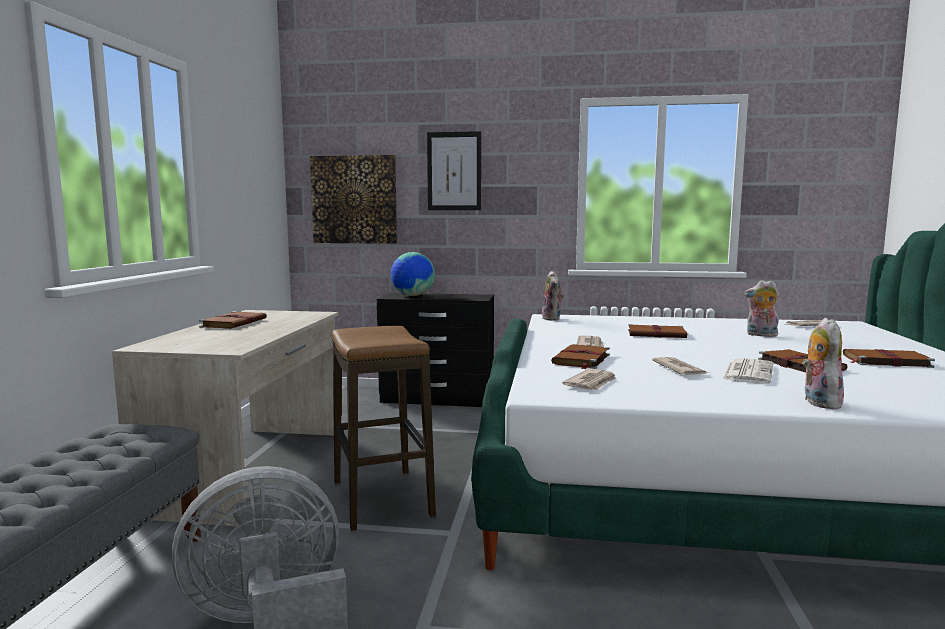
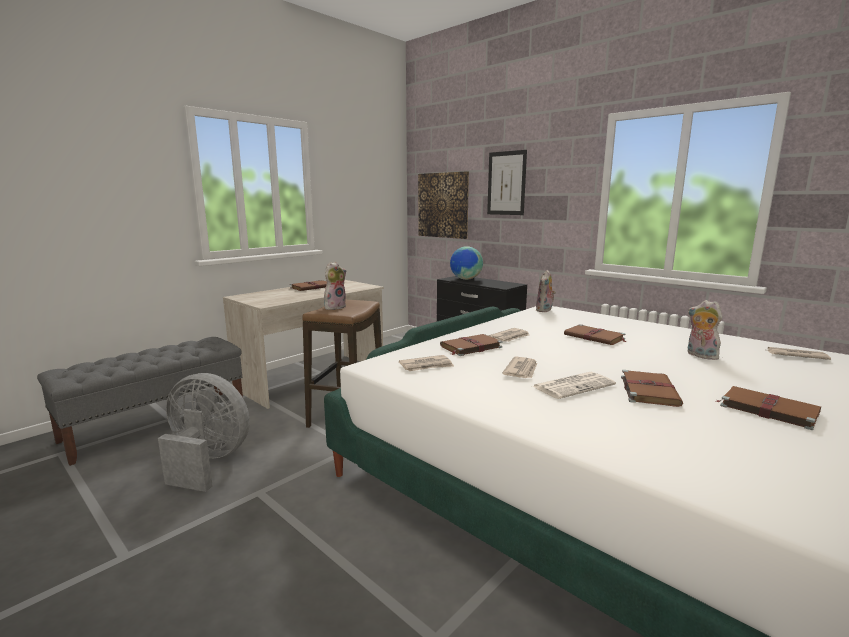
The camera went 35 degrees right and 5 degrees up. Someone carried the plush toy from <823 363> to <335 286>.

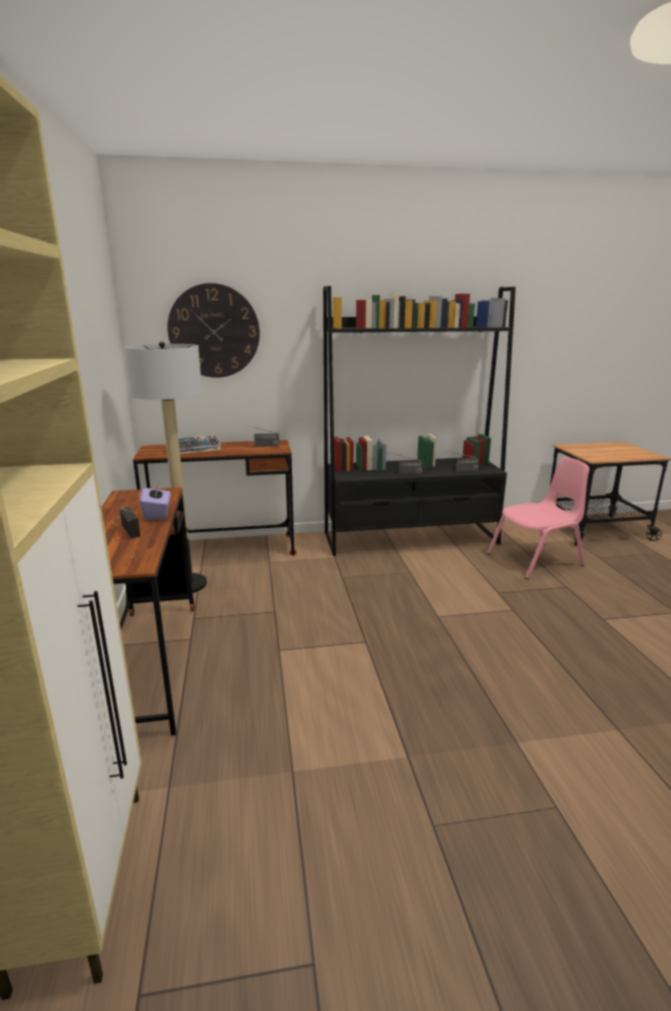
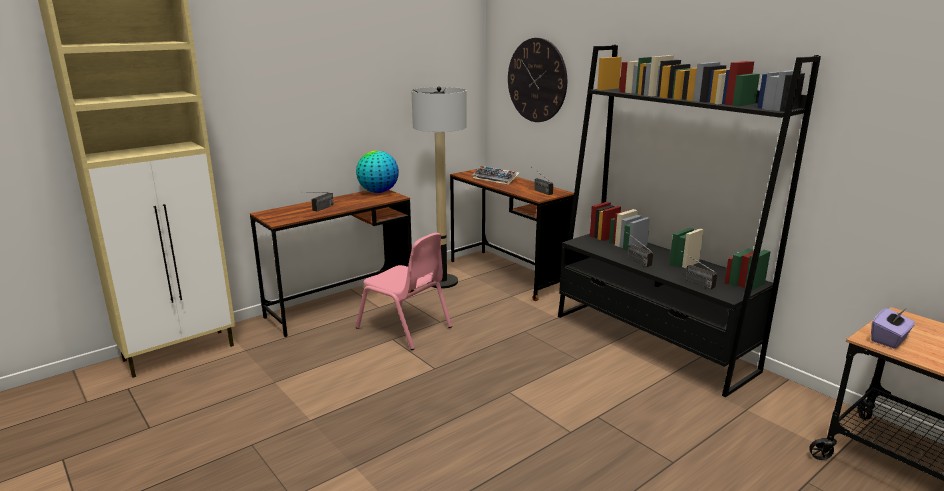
The camera went 60 degrees right and 0 degrees up. Someone carried the chair/pink from <538 518> to <404 291>. Someone carried the tissue box/purple from <155 501> to <893 328>. Someone put down the globe at <377 171>.

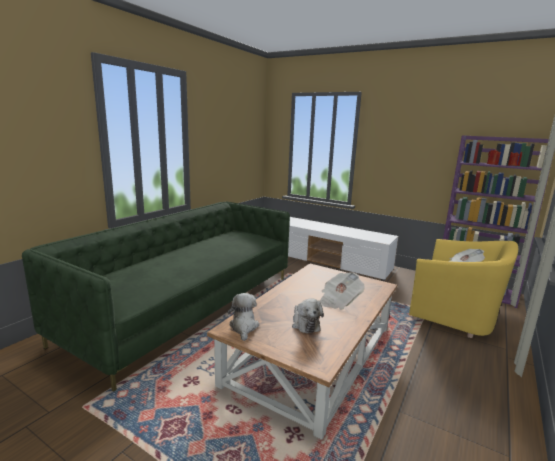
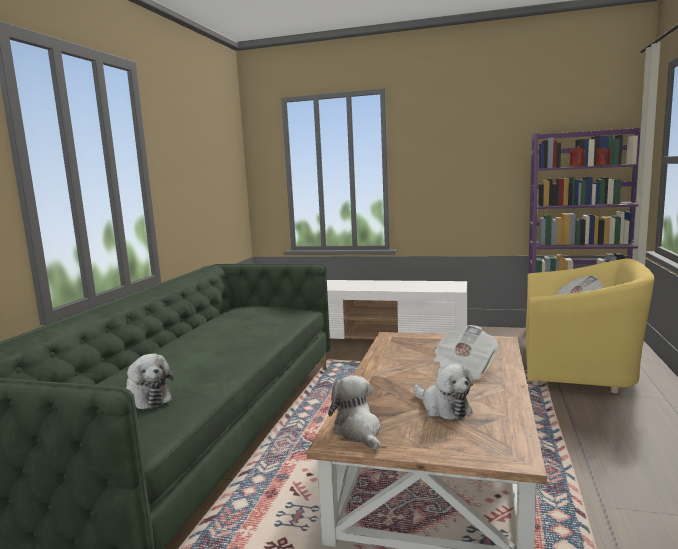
The camera went 15 degrees left and 5 degrees down. Someone put down the plush toy at <149 381>.

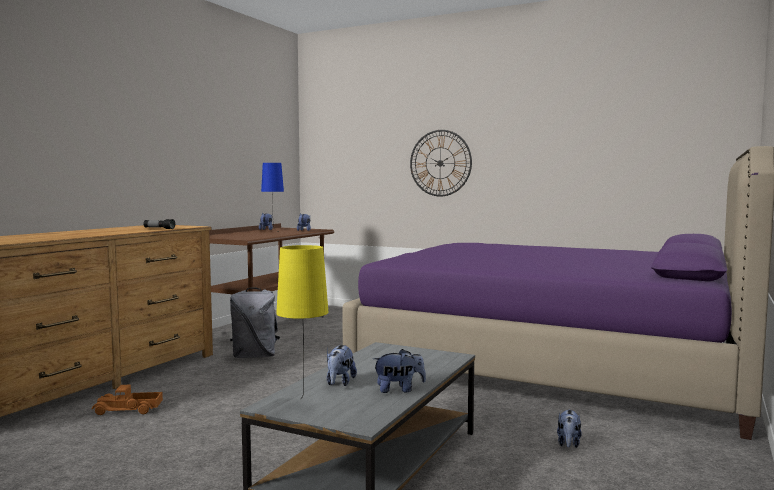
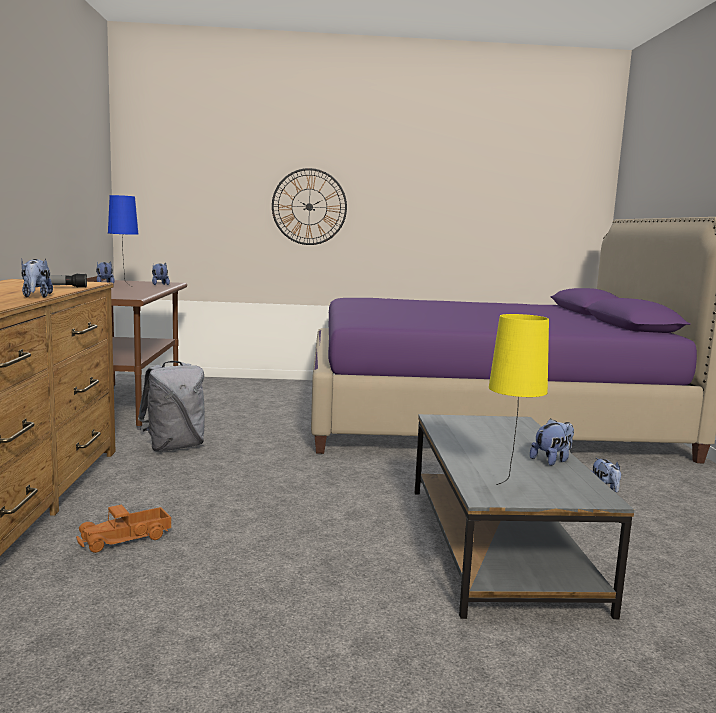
The camera went 30 degrees left and 5 degrees up. Someone carried the plush toy from <342 365> to <37 278>.

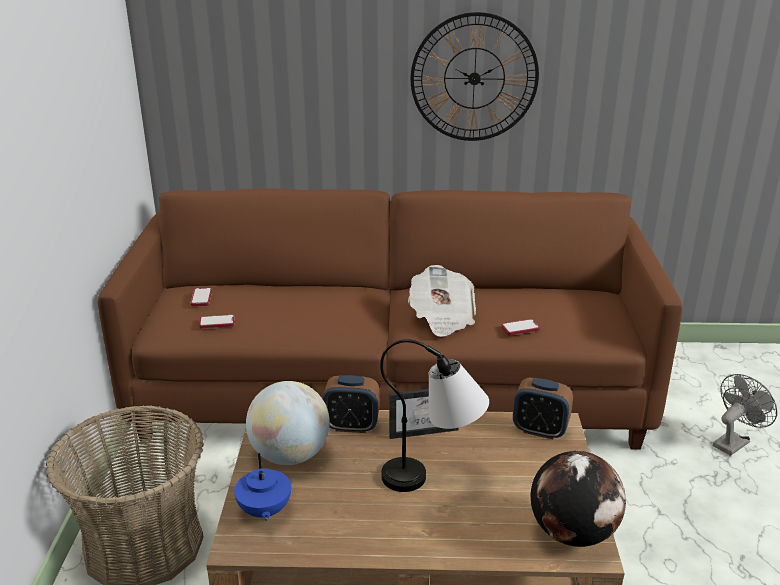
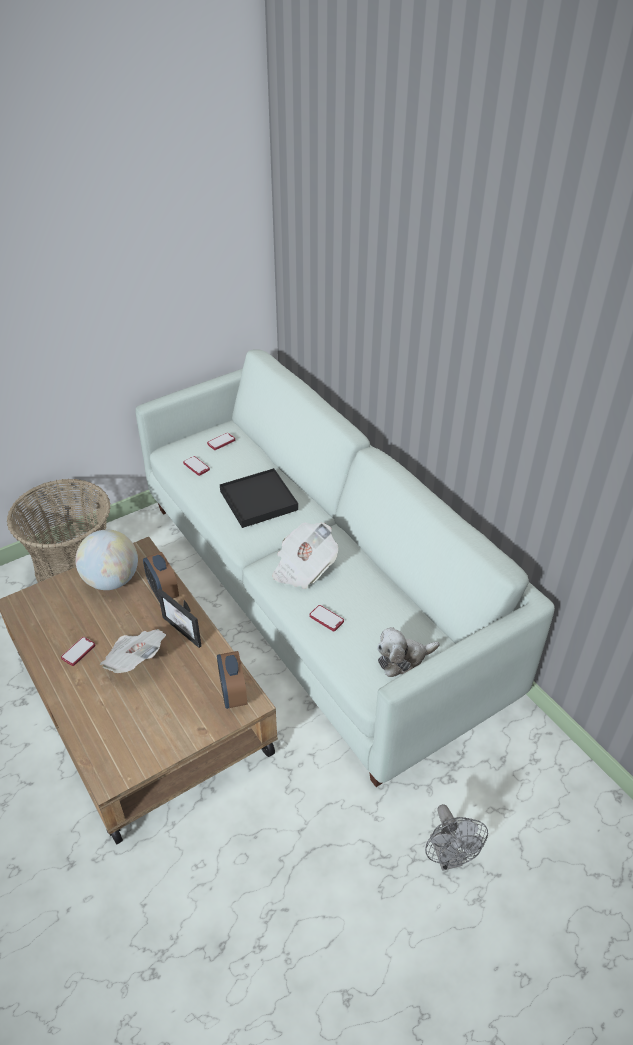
The camera went 55 degrees right and 15 degrees up. Someone took away the wall clock at <475 76>. Someone repainted the sofa/brown at <390 319>, which became the sofa/white at <345 568>. Someone swapped the table lamp at <434 415> for the newspaper at <133 651>. Someone rotated the fan/grey at <745 415> by 60 degrees clockwise. Someone took away the globe at <578 499>. Someone took away the teapot/blue at <262 487>. Someone put down the tray/black at <259 498>. Someone put down the plush toy at <408 652>. Someone put down the phone at <78 651>.

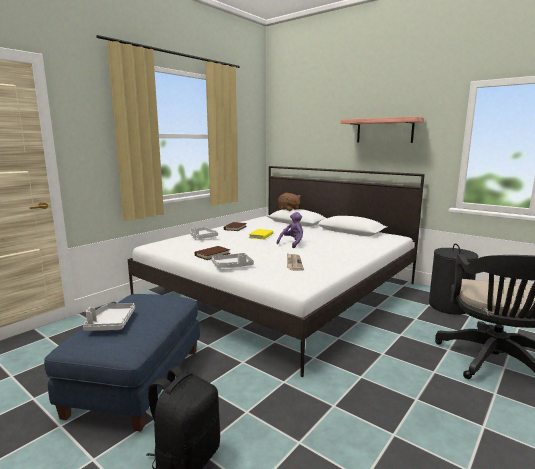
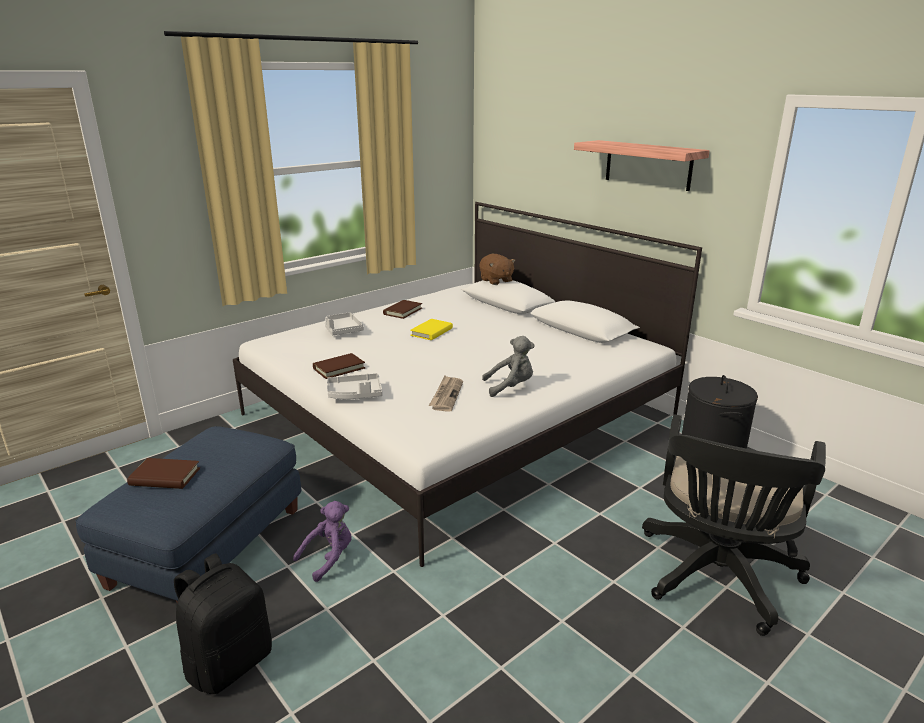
The camera went 10 degrees right and 10 degrees up. Someone carried the plush toy/purple from <290 230> to <322 541>. Someone swapped the tray/grey at <109 317> for the book/brown at <163 473>. Someone put down the plush toy/grey at <508 366>.

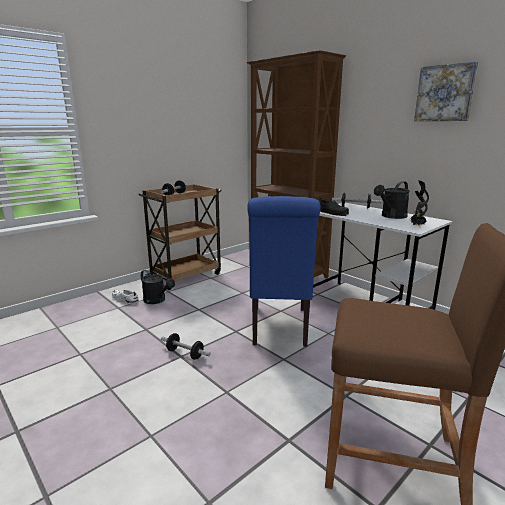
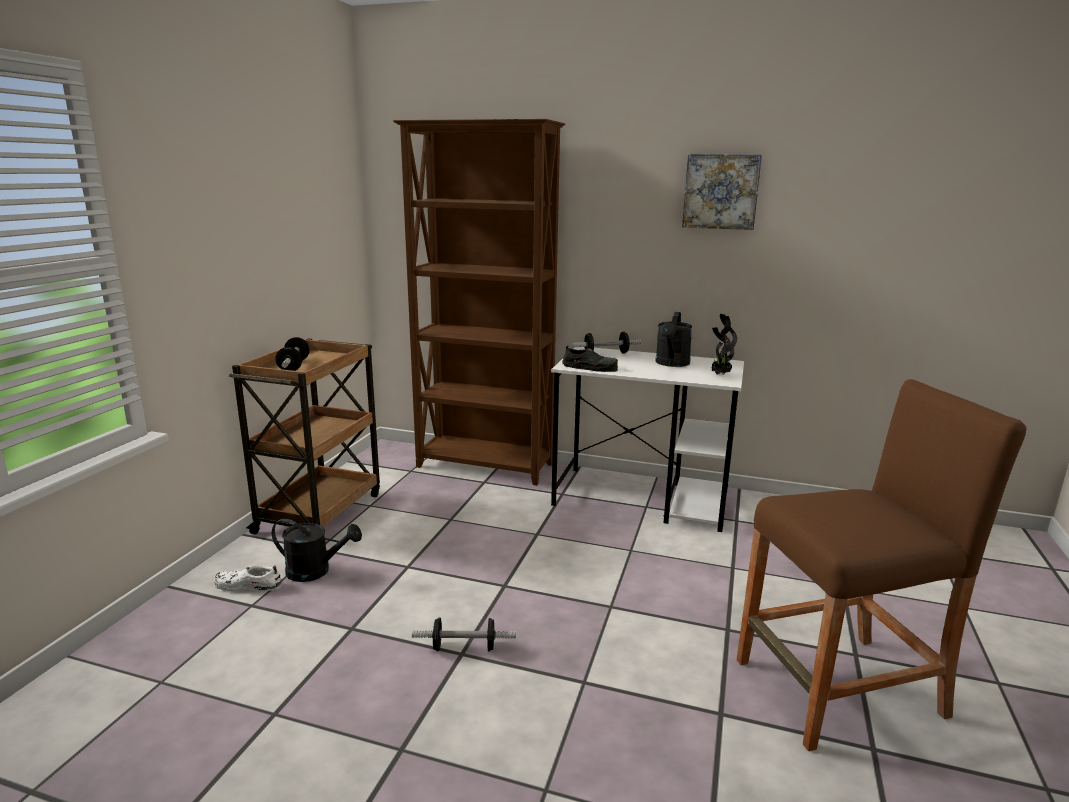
The camera went 30 degrees left and 0 degrees up. Someone took away the chair/blue at <284 271>.

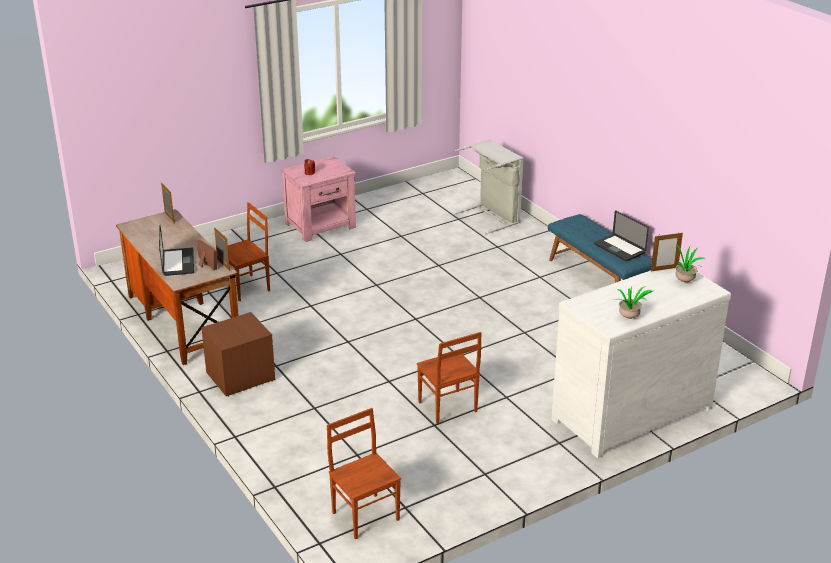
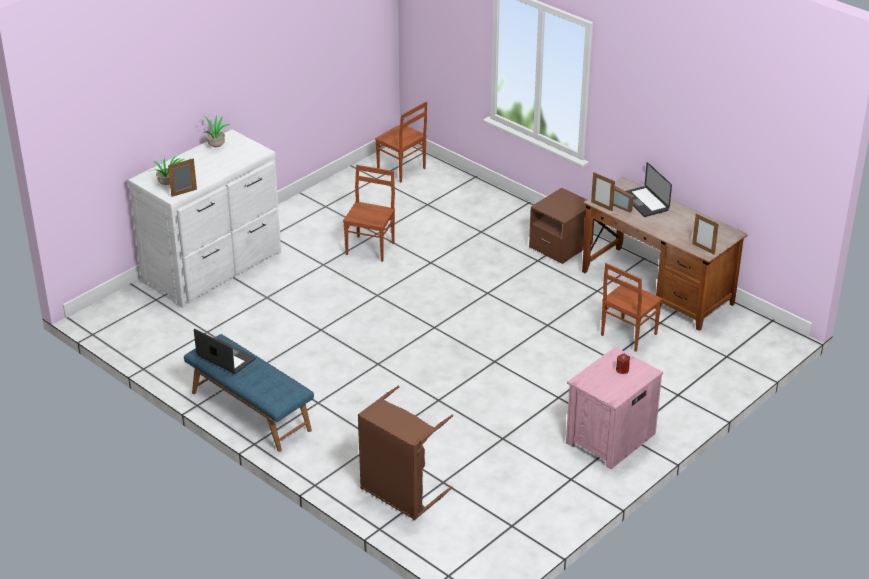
The camera went 165 degrees right and 5 degrees up. Someone repainted the laundry basket/grey at <489 186>, which became the laundry basket/brown at <405 453>. Someone rotated the chair/brown at <449 378> by 60 degrees clockwise.

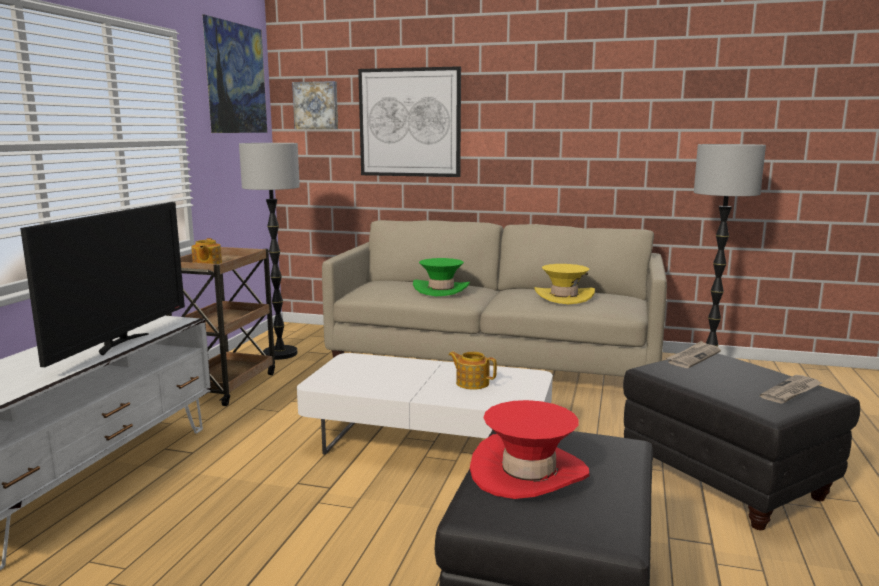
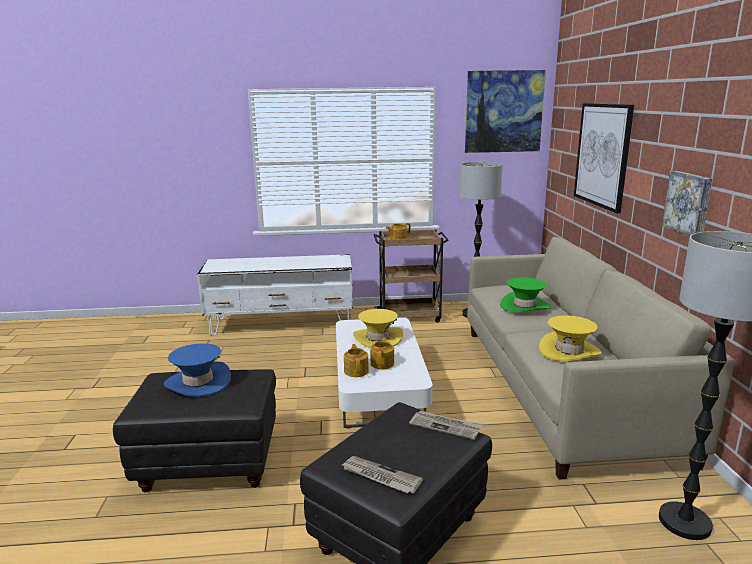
The camera went 70 degrees right and 5 degrees up. Someone carried the picture from <315 105> to <687 204>. Someone took away the television at <102 284>. Someone repainted the hat/red at <529 449>, which became the hat/blue at <197 370>. Someone put down the hat/yellow at <378 328>. Someone put down the teapot at <356 360>.

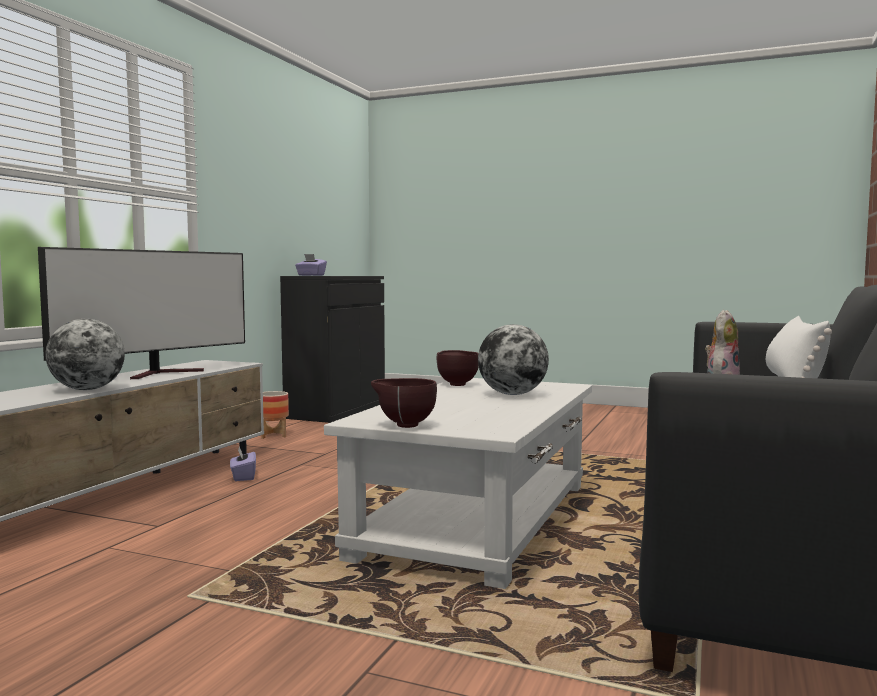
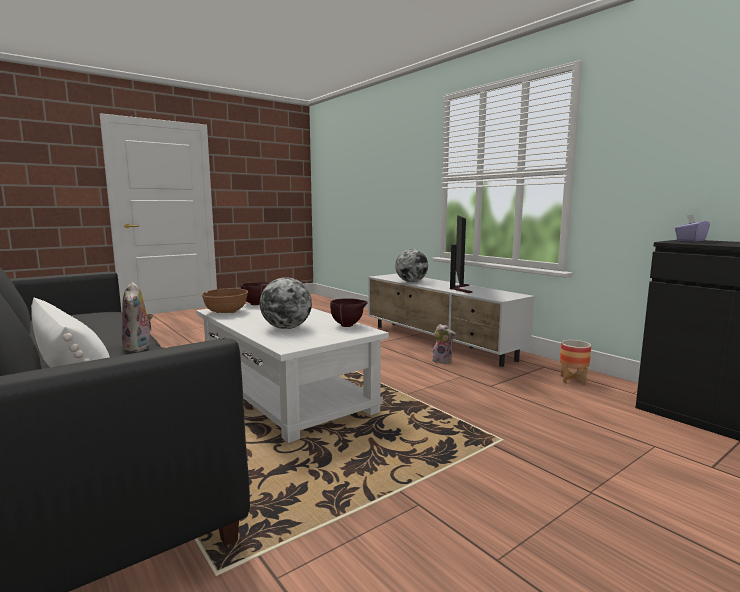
The camera went 120 degrees right and 5 degrees up. Someone rotated the television at <141 313> by 150 degrees counterclockwise. Someone swapped the tissue box/purple at <243 463> for the plush toy at <444 344>. Someone put down the bowl/brown at <224 300>.

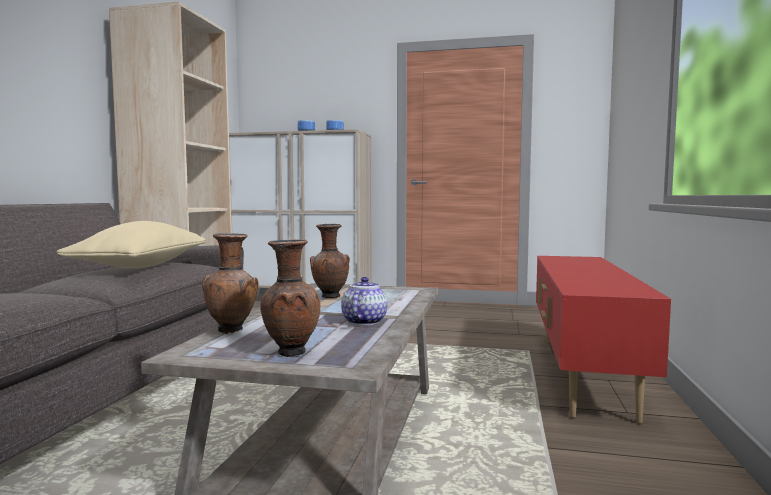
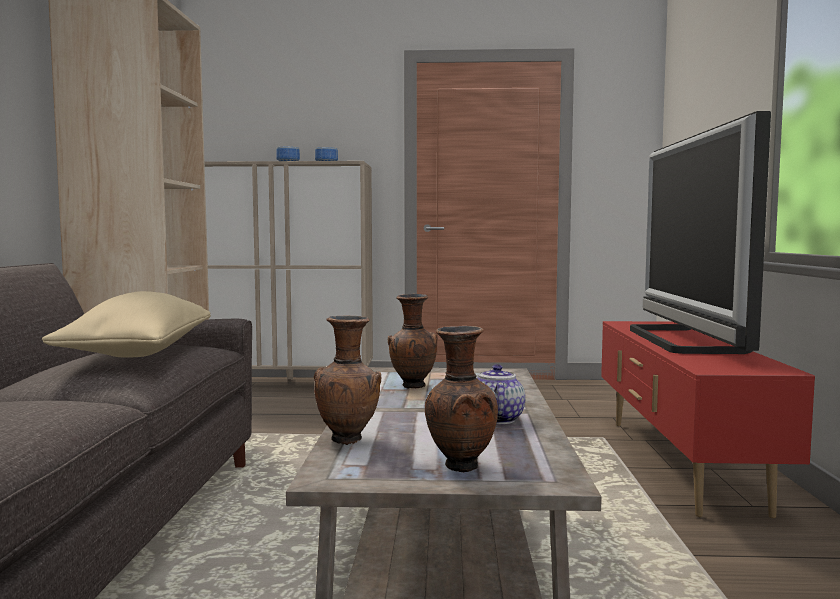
The camera went 10 degrees left and 0 degrees up. Someone put down the television at <700 232>.

